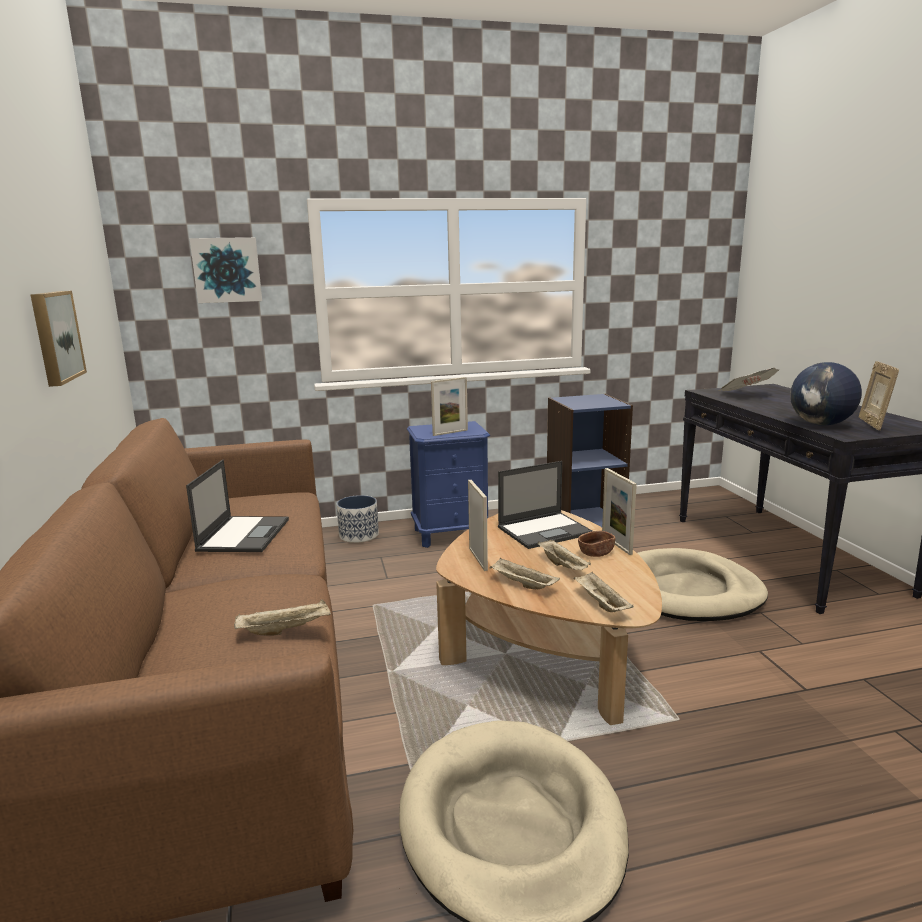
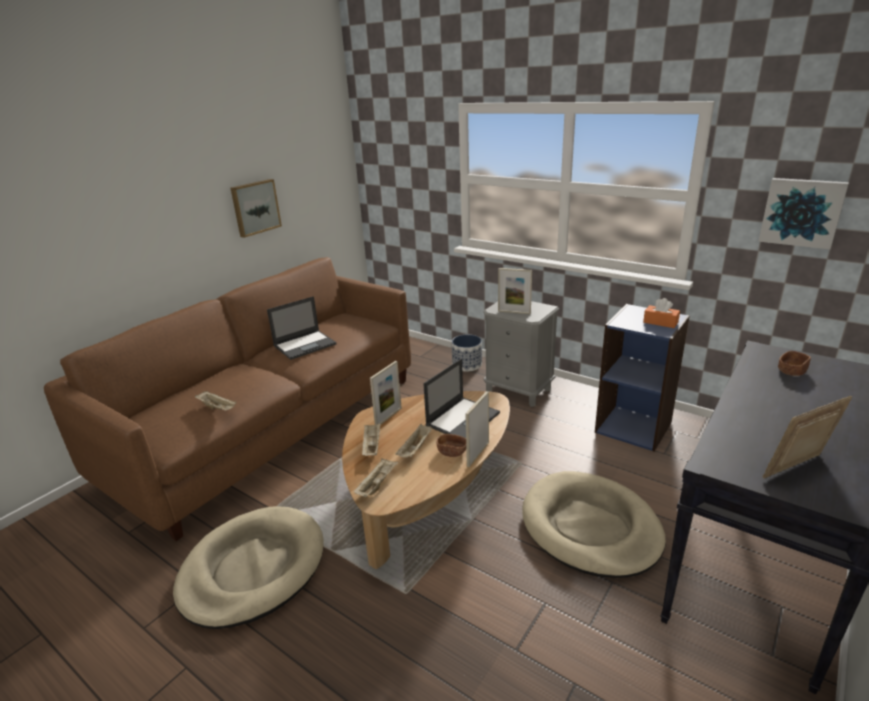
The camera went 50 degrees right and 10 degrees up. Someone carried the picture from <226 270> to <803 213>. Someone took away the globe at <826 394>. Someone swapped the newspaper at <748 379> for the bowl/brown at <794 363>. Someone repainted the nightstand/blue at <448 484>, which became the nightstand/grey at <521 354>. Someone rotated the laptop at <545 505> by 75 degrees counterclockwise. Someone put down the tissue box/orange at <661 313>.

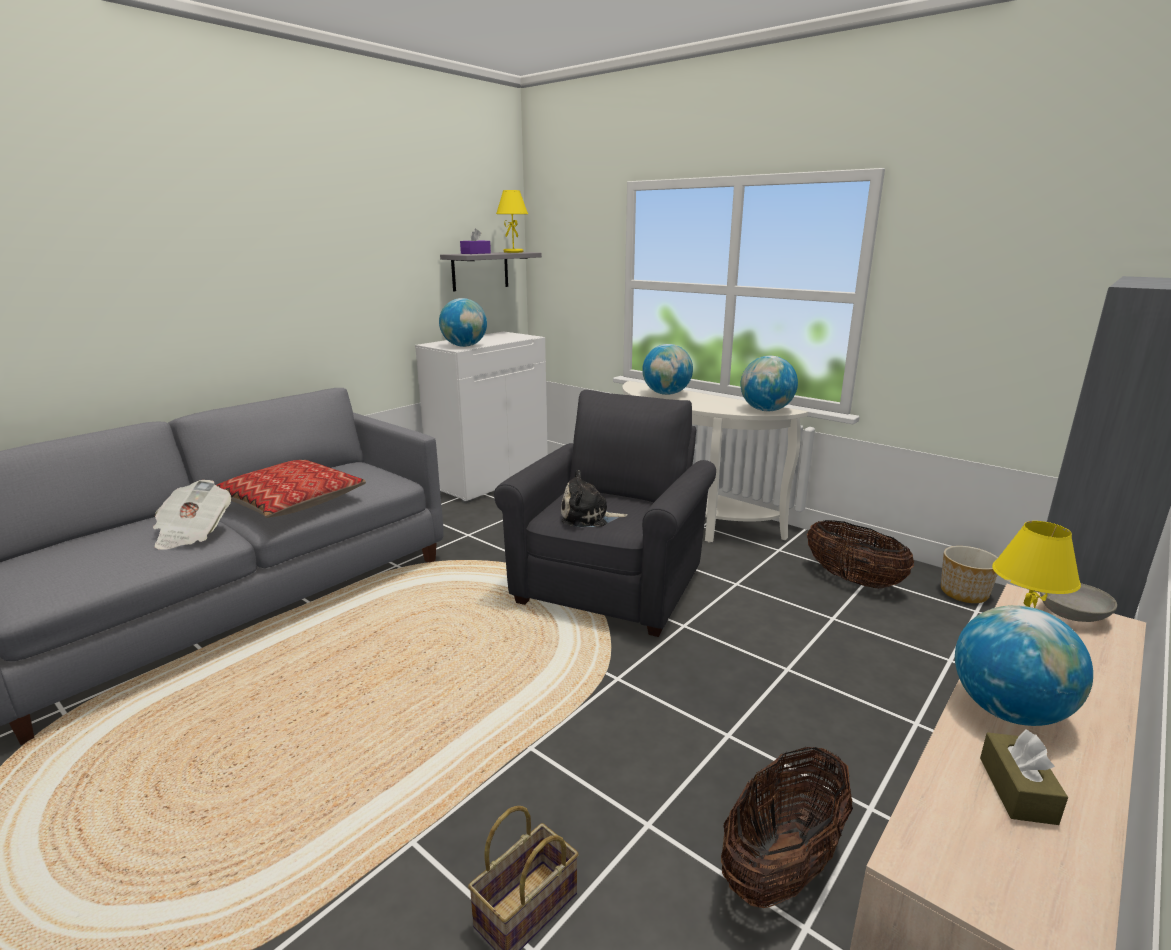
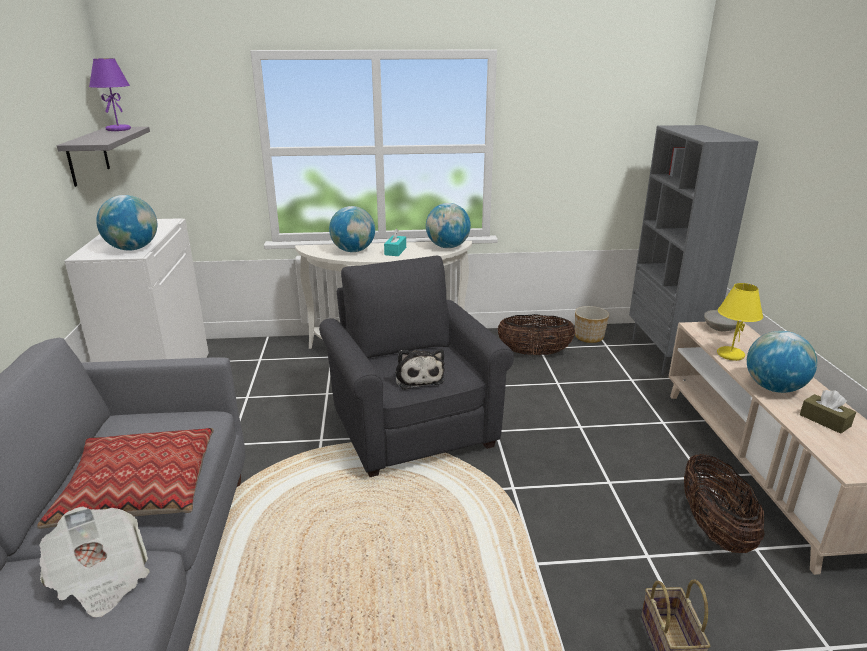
The camera went 45 degrees left and 5 degrees up. Someone repainted the table lamp/yellow at <512 221>, which became the table lamp/purple at <110 94>. Someone took away the tissue box/purple at <475 241>. Someone rotated the plush toy at <594 498> by 60 degrees counterclockwise. Someone put down the tissue box/turquoise at <395 242>.

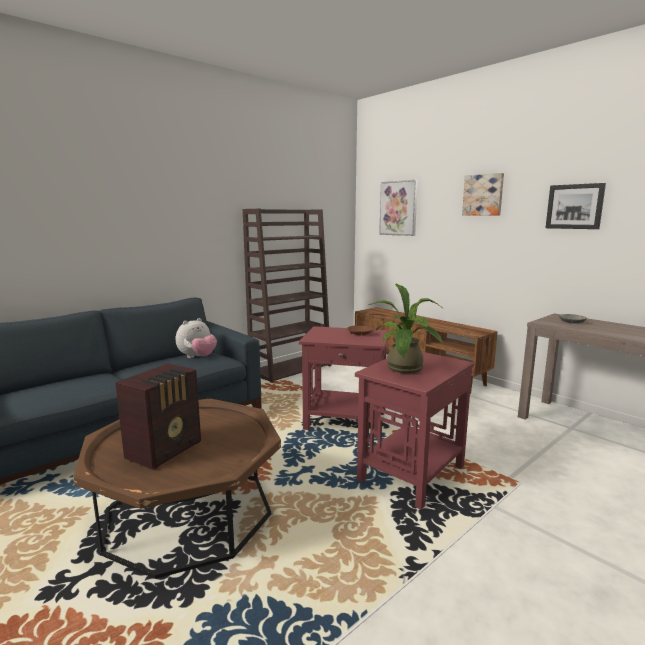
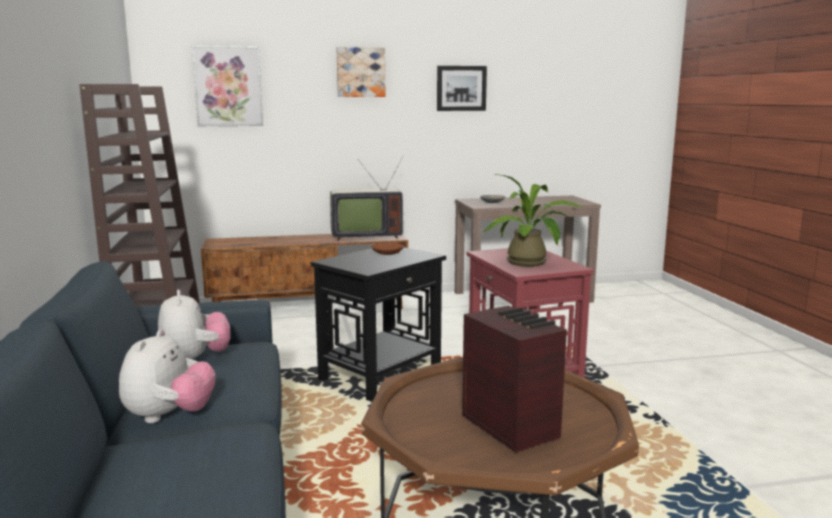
The camera went 60 degrees left and 0 degrees up. Someone repainted the side table/red at <344 381>, which became the side table/black at <378 324>. Someone put down the television at <367 198>. Someone put down the plush toy at <167 376>.

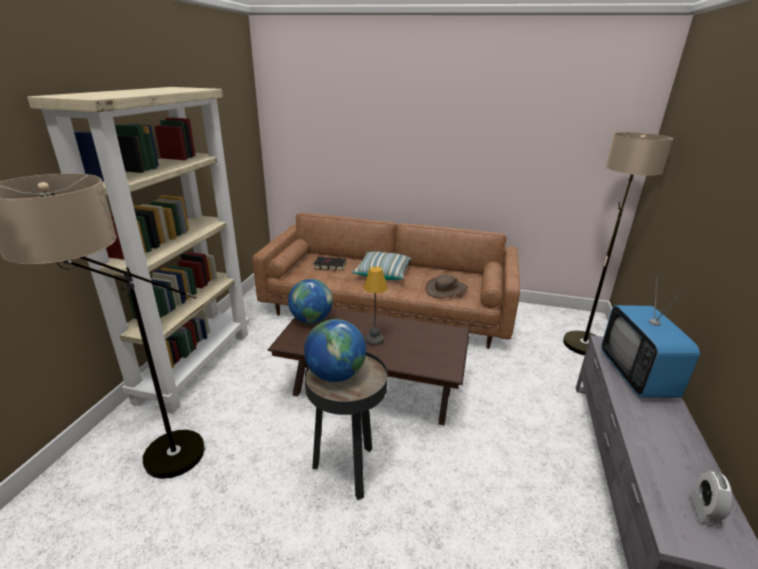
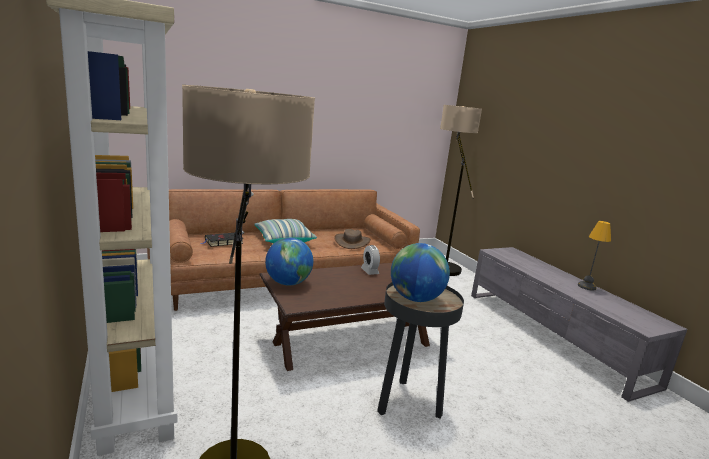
The camera went 40 degrees left and 10 degrees down. Someone carried the table lamp from <375 306> to <594 256>. Someone took away the television at <650 337>. Someone carried the alarm clock from <710 499> to <370 260>.

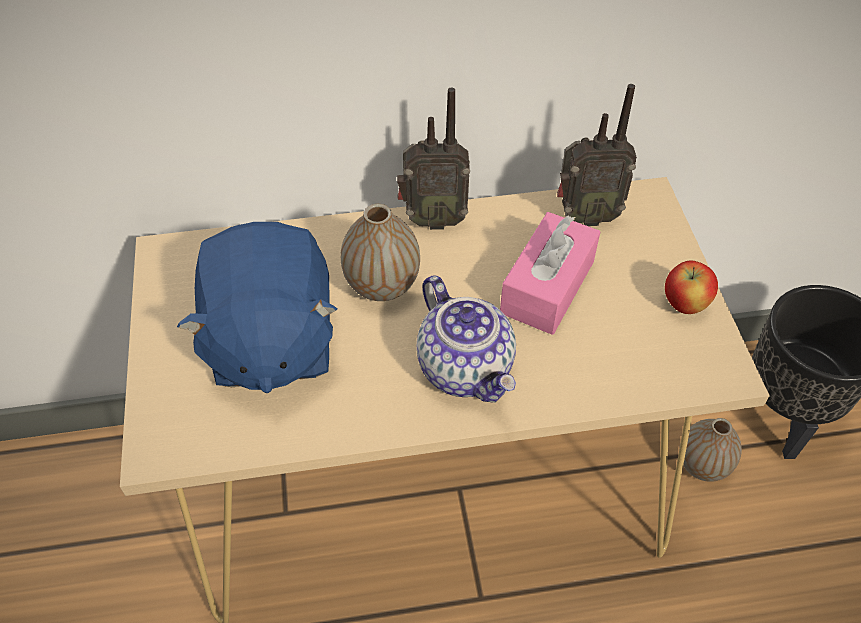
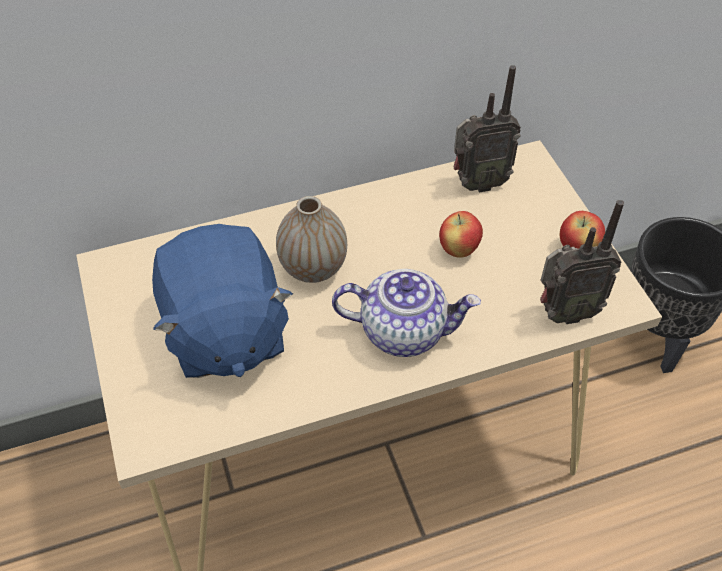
The camera went 10 degrees left and 0 degrees up. Someone carried the radio from <433 158> to <582 262>. Someone swapped the tissue box/pink at <550 273> for the apple at <461 234>. Someone rotated the teapot at <466 339> by 45 degrees counterclockwise. Someone took away the vase at <710 450>.

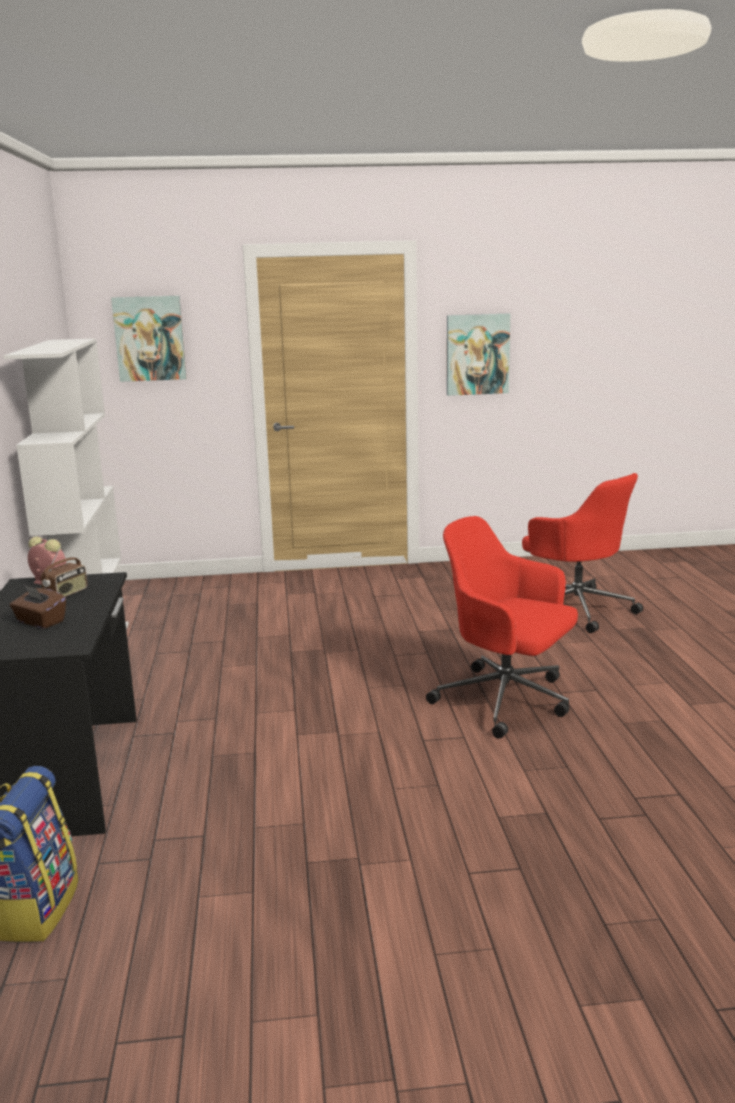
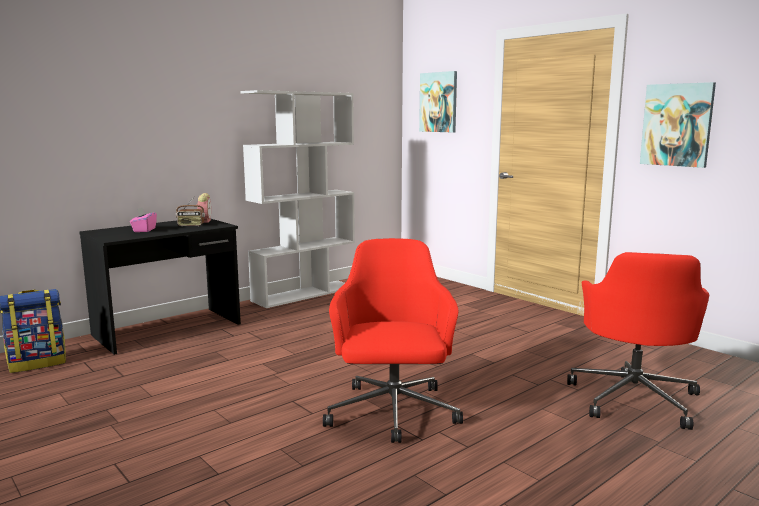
The camera went 55 degrees right and 5 degrees down. Someone repainted the tissue box/brown at <38 607>, which became the tissue box/pink at <143 220>.

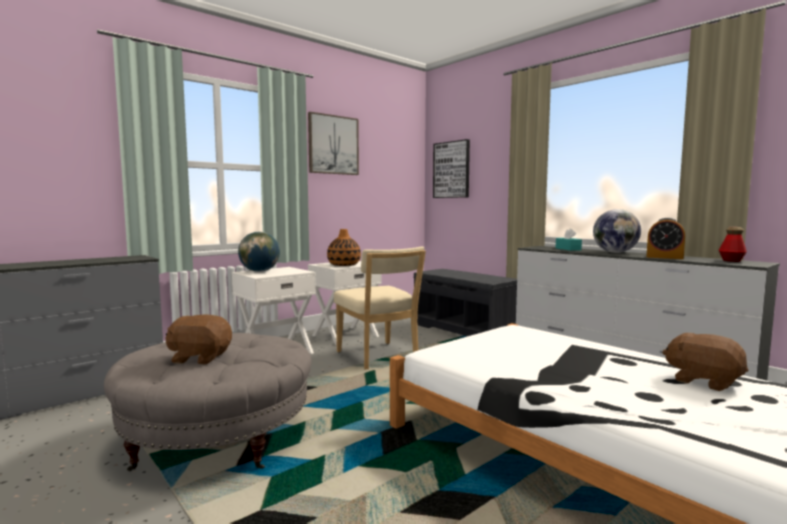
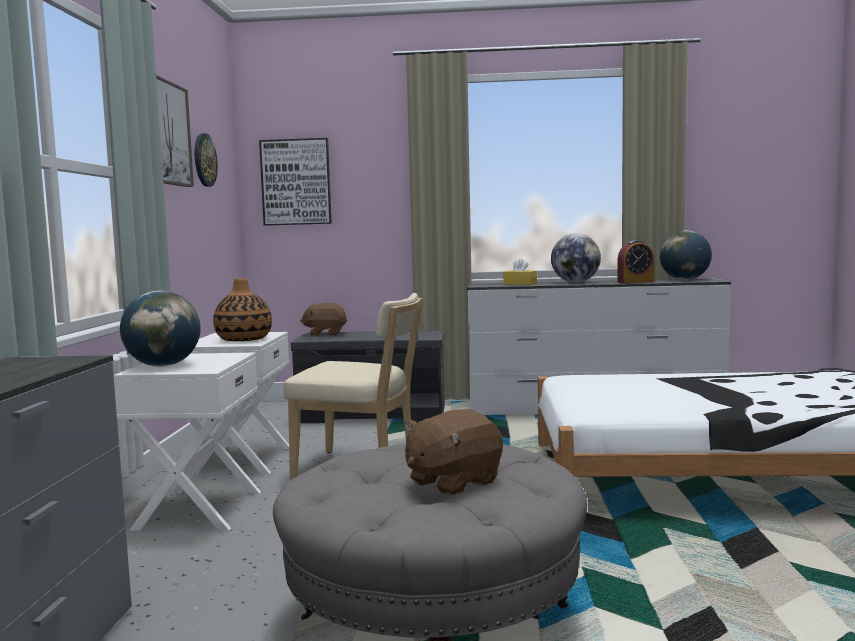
The camera went 45 degrees left and 0 degrees up. Someone swapped the bottle at <733 244> for the globe at <686 255>. Someone repainted the tissue box/turquoise at <569 239>, which became the tissue box/yellow at <520 271>. Someone carried the plush toy/brown from <705 362> to <323 319>. Someone put up the wall clock at <206 160>.

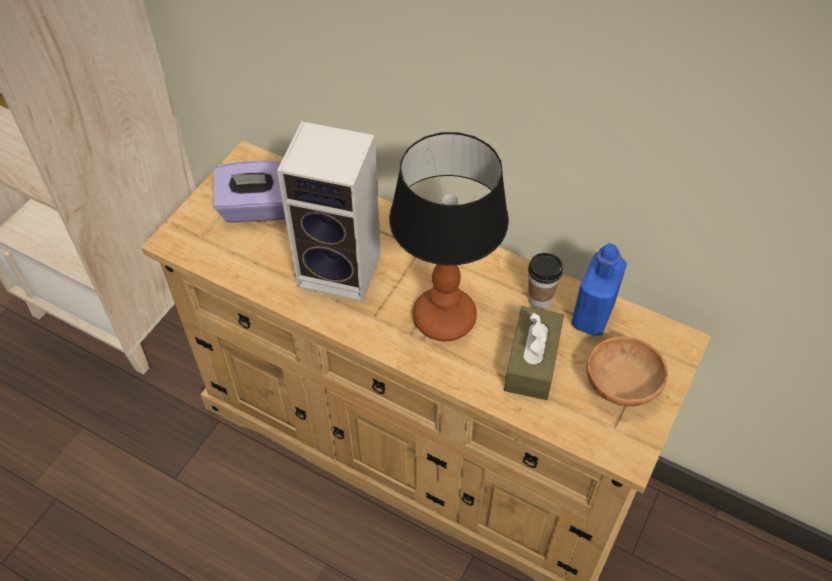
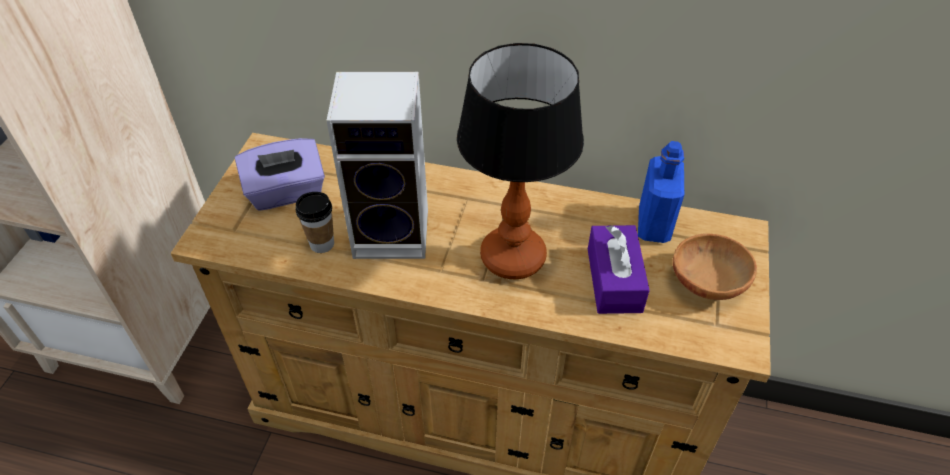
The camera went 15 degrees left and 5 degrees down. Someone carried the cup from <545 281> to <314 222>. Someone repainted the tissue box/brown at <534 353>, which became the tissue box/purple at <619 269>.

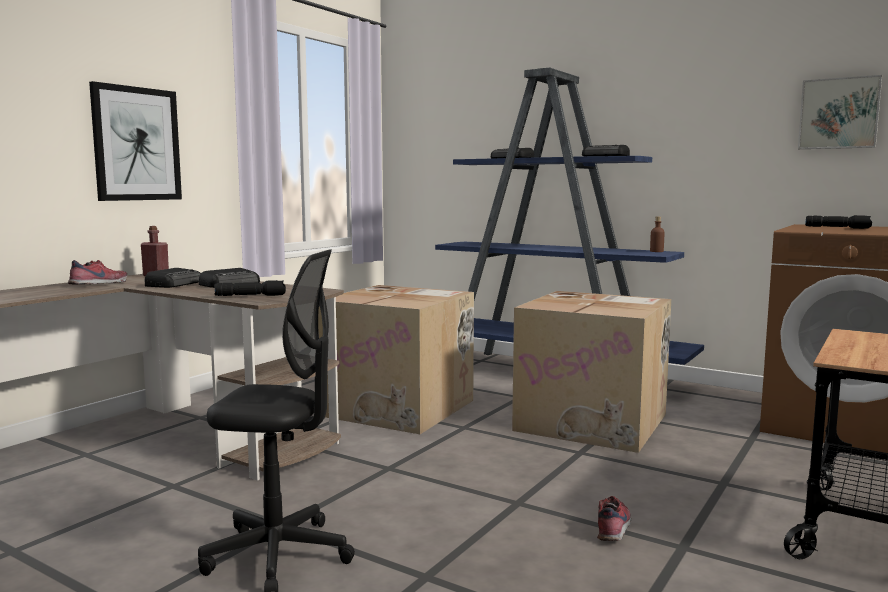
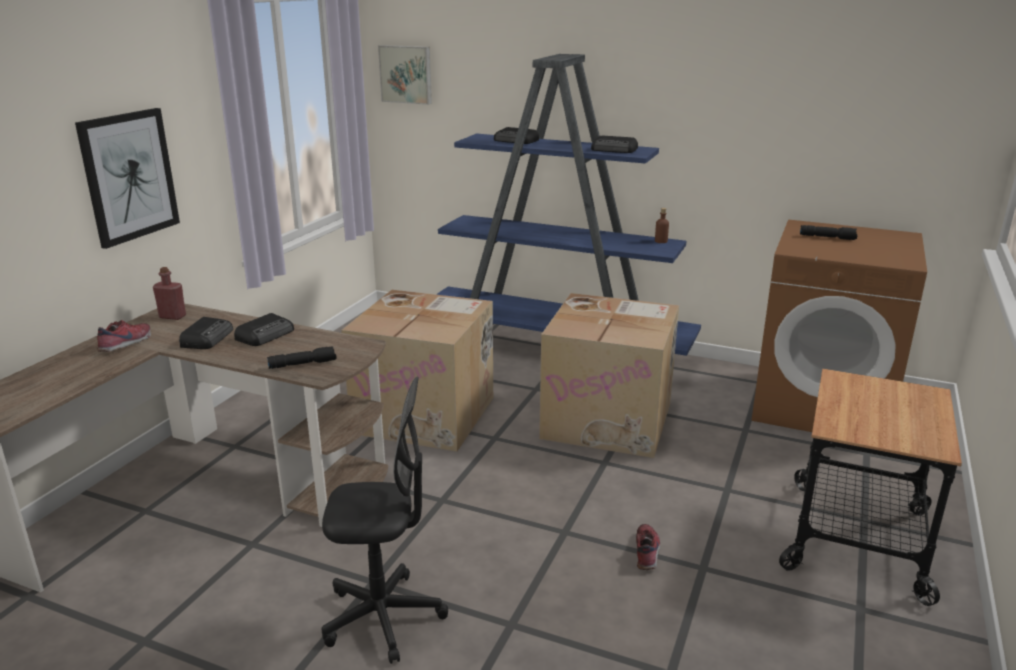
The camera went 10 degrees left and 15 degrees up. Someone carried the picture from <840 112> to <405 75>.

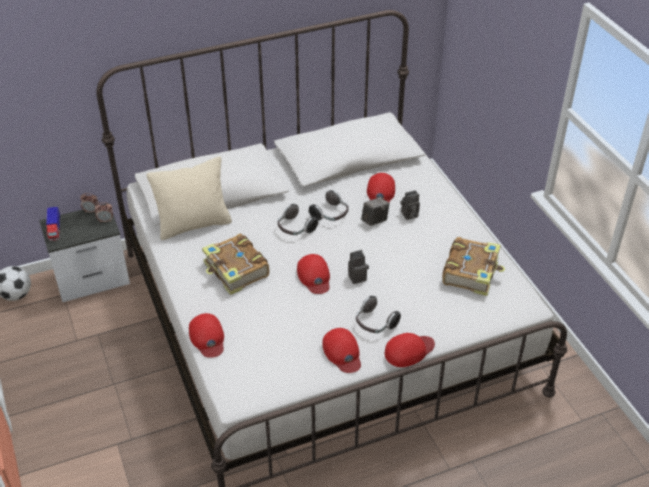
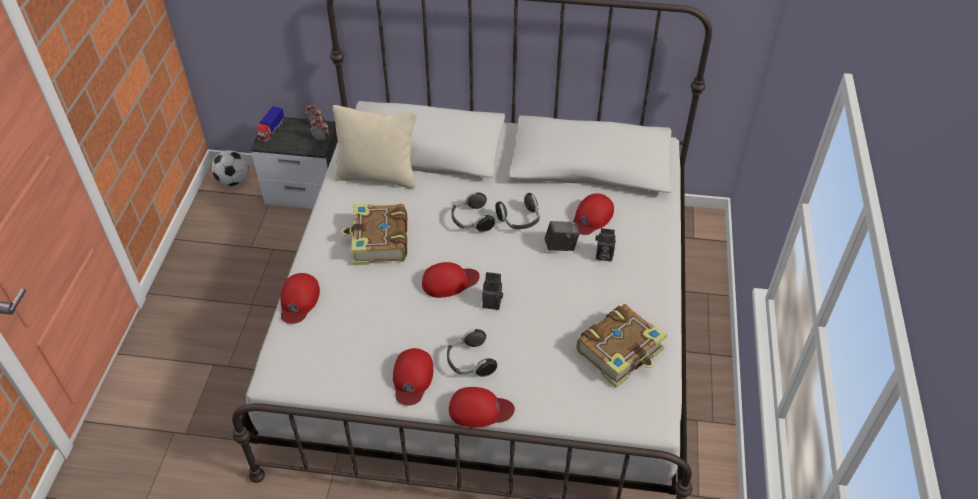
The camera went 30 degrees right and 5 degrees up. Someone rotated the cap/red at <313 274> by 120 degrees counterclockwise.

